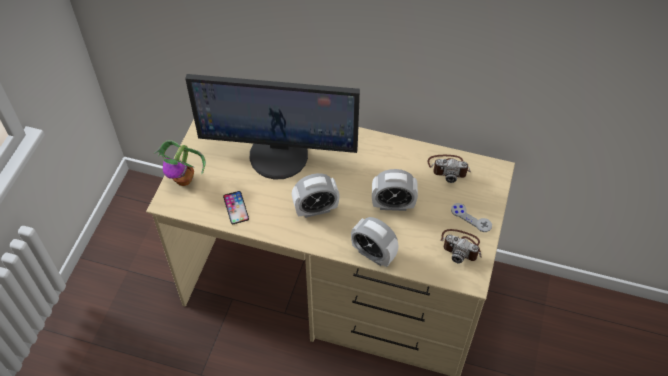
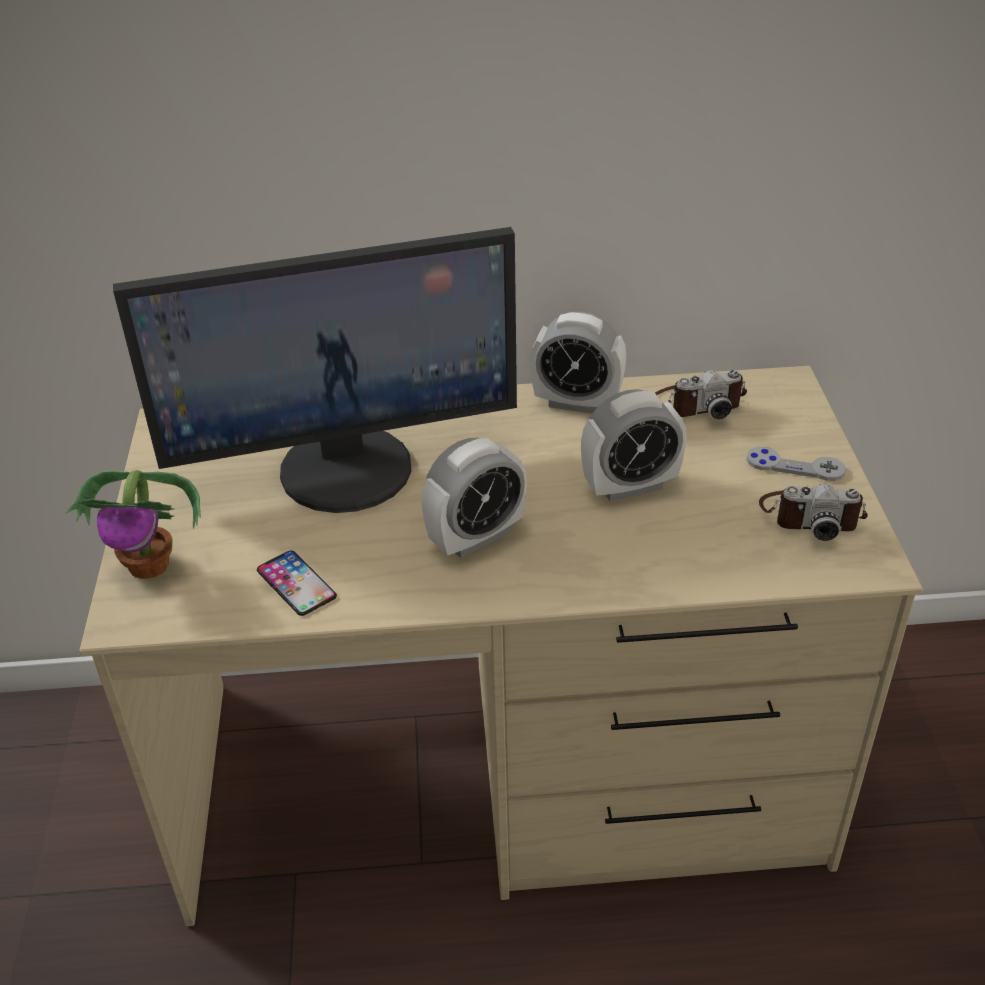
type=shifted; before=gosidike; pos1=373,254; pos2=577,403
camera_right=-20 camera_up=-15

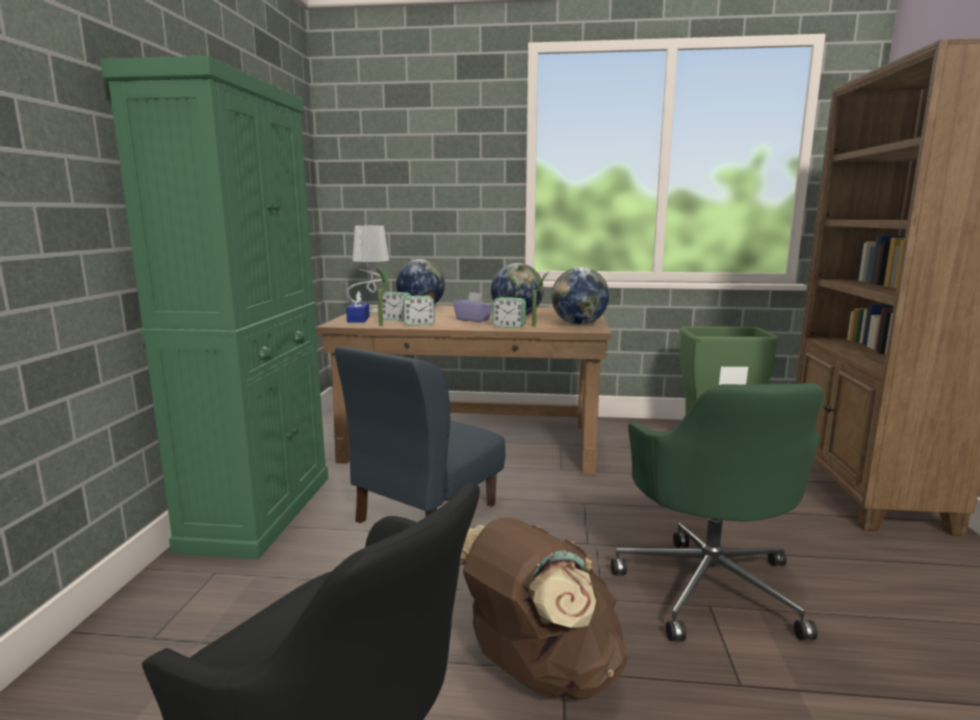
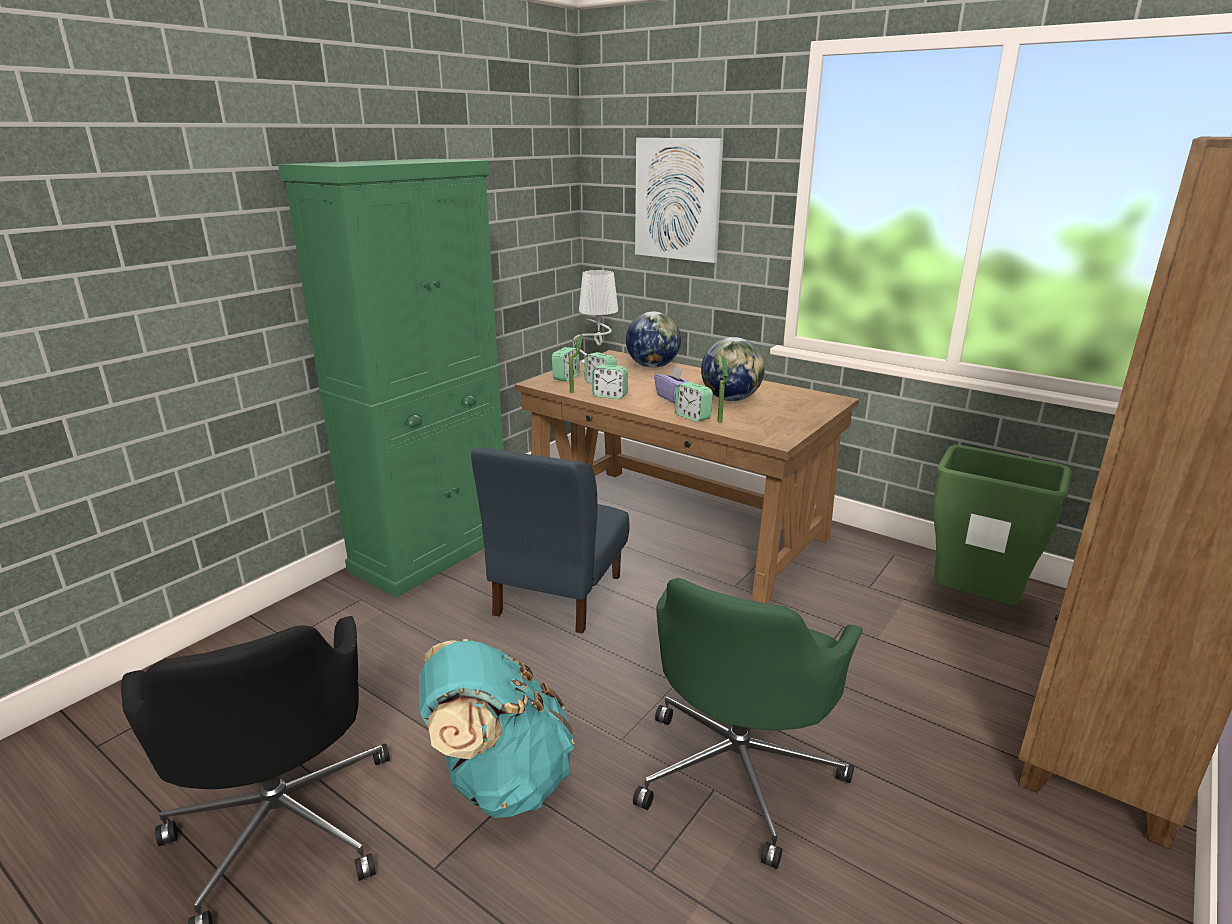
type=gone; before=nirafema; pos1=579,324
type=swapped; before=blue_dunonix; after=gosidike; pos1=358,319; pos2=566,377
type=rotated; before=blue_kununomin; pos1=425,512; pos2=557,595; turn=-45
type=repainted; before=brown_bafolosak; after=turquoise_bafolosak; pos1=538,672; pos2=500,780
type=new; after=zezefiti; pos2=678,199
camera_right=30 camera_up=10

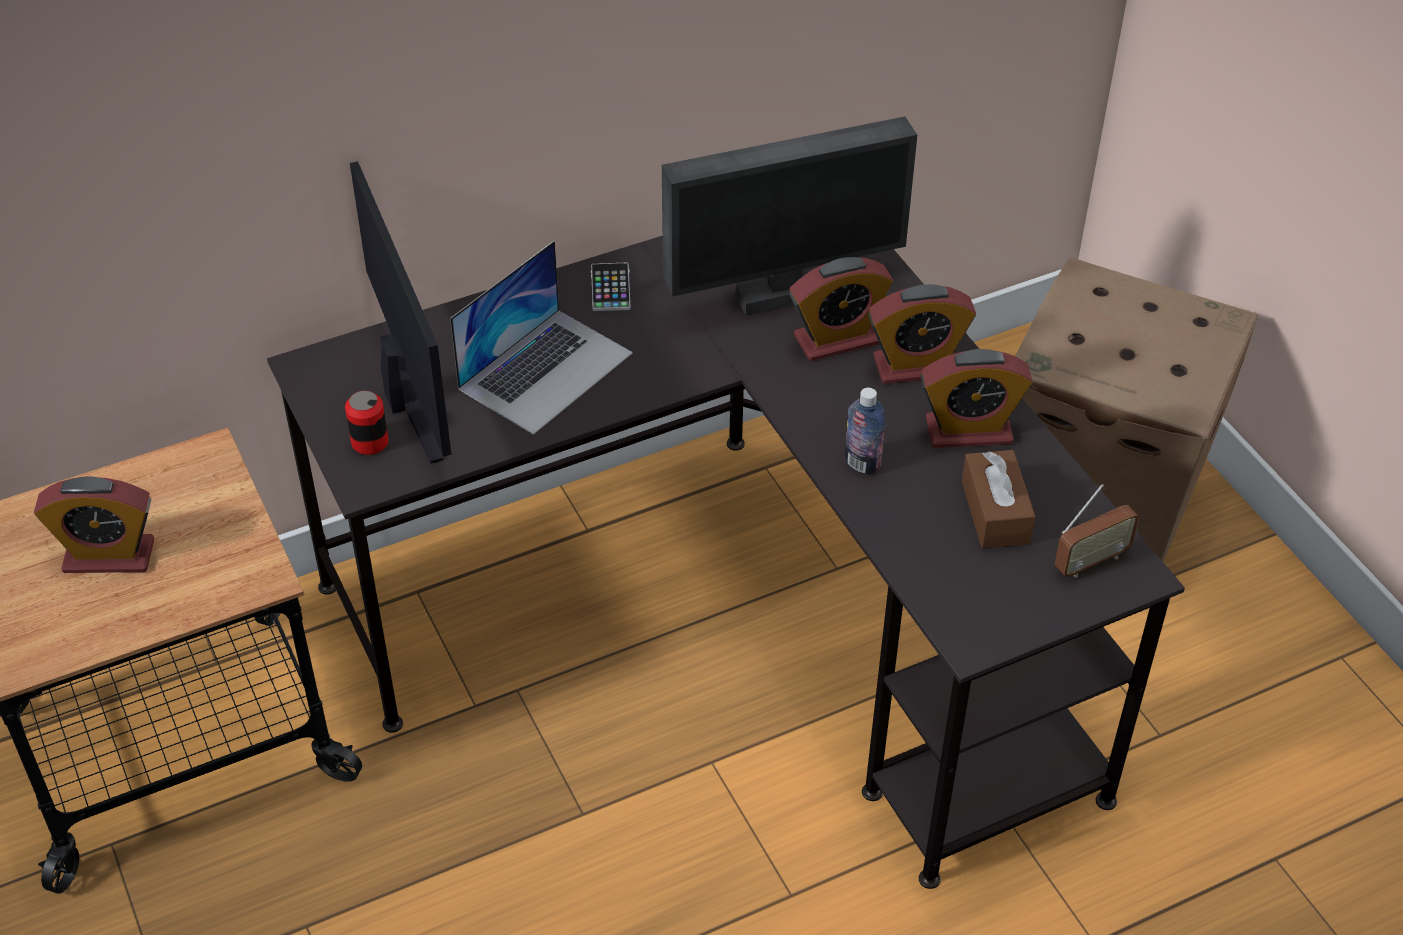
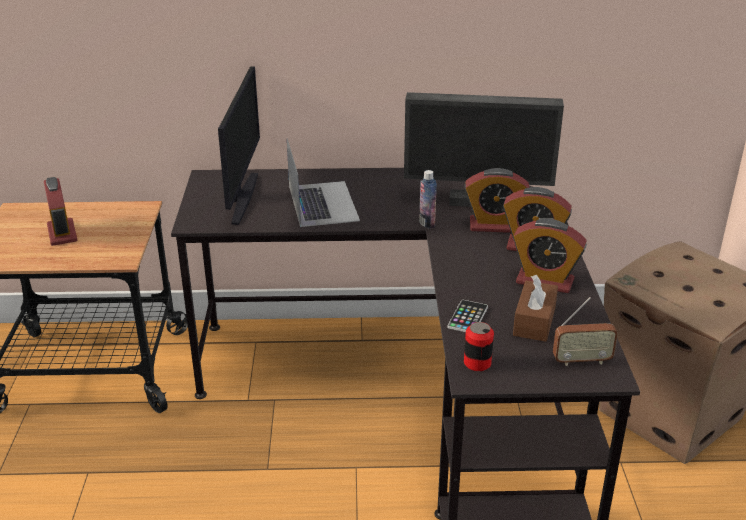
type=rotated; before=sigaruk; pos1=546,370; pos2=322,203; turn=-75
type=shifted; before=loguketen; pos1=610,288; pos2=467,317
type=shifted; before=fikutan; pos1=862,464; pos2=427,223
type=shifted; before=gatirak; pos1=370,442; pos2=477,363
type=rotated; before=gosidike; pos1=109,556; pos2=62,233; turn=45
camera_right=25 camera_up=-15

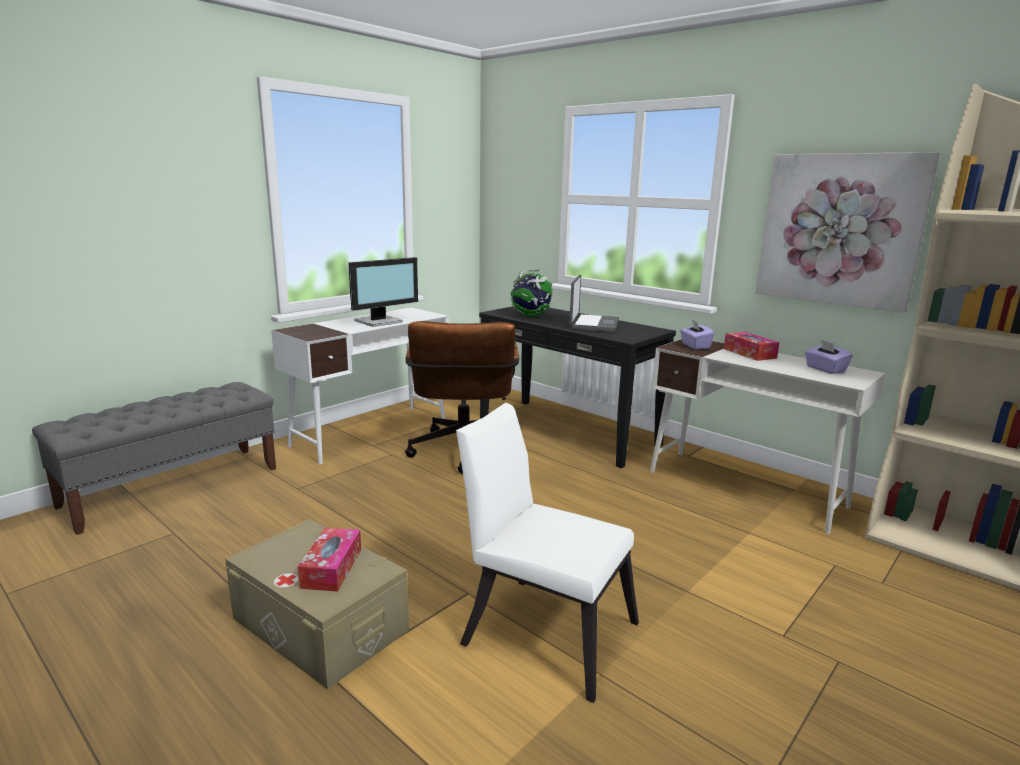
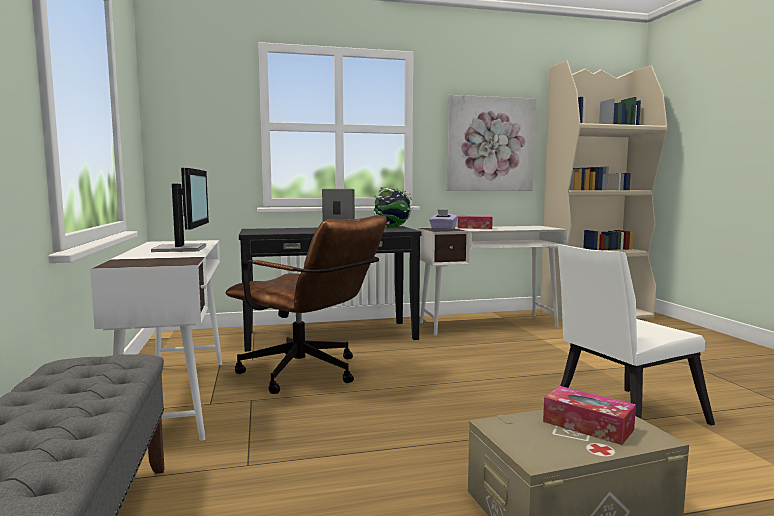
type=shifted; before=nirafema; pos1=531,316; pos2=392,227
type=gone; before=purple_dunonix; pos1=825,369
camera_right=-55 camera_up=-10

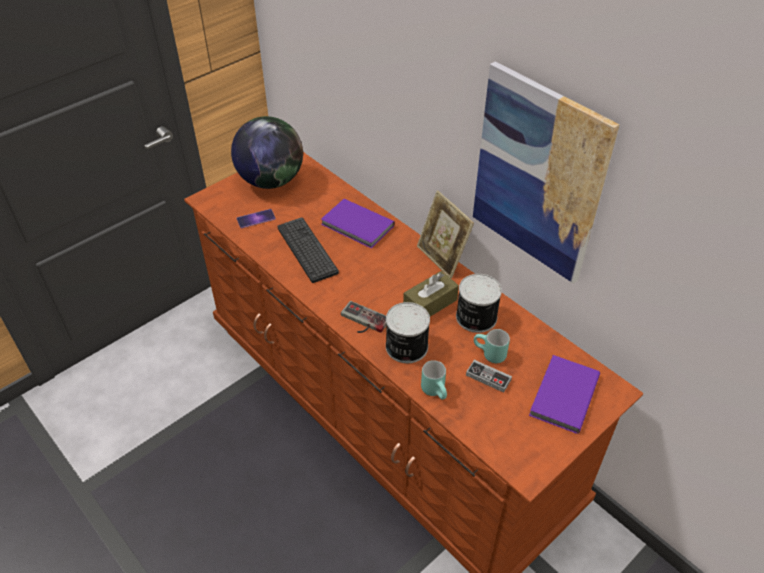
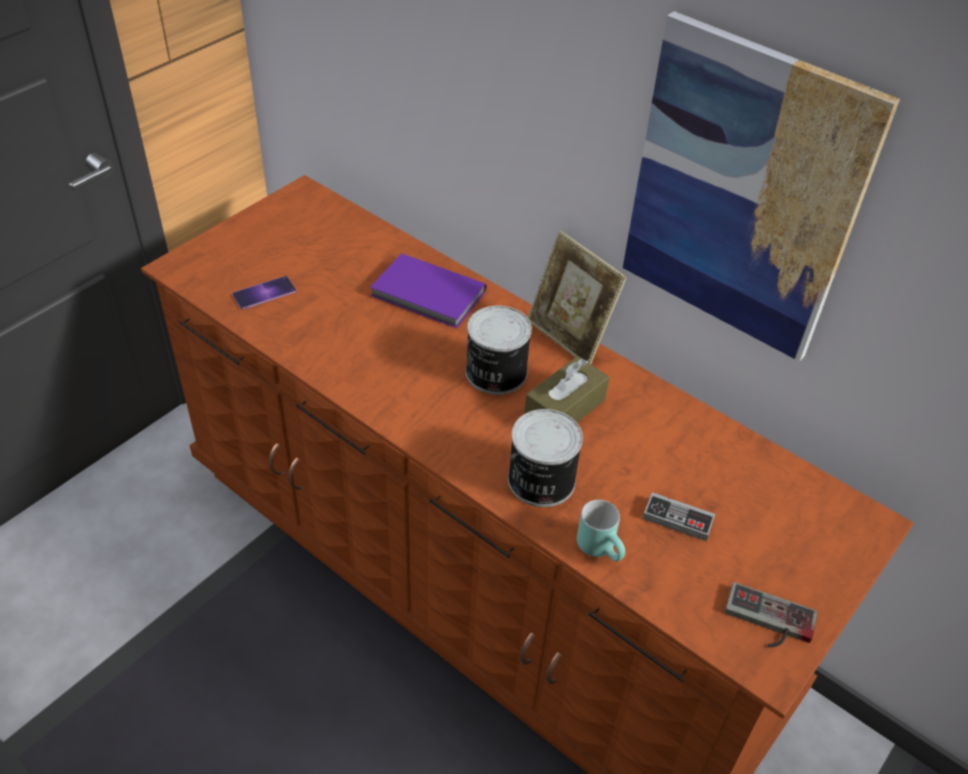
type=gone; before=nirafema; pos1=271,181
type=gone; before=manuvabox; pos1=307,250
type=shifted; before=gatirak; pos1=475,317; pos2=495,373
type=shifted; before=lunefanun; pos1=362,321; pos2=768,622
type=gone; before=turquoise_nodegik; pos1=489,355
type=gone; before=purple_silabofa; pos1=562,395
camera_right=-10 camera_up=0

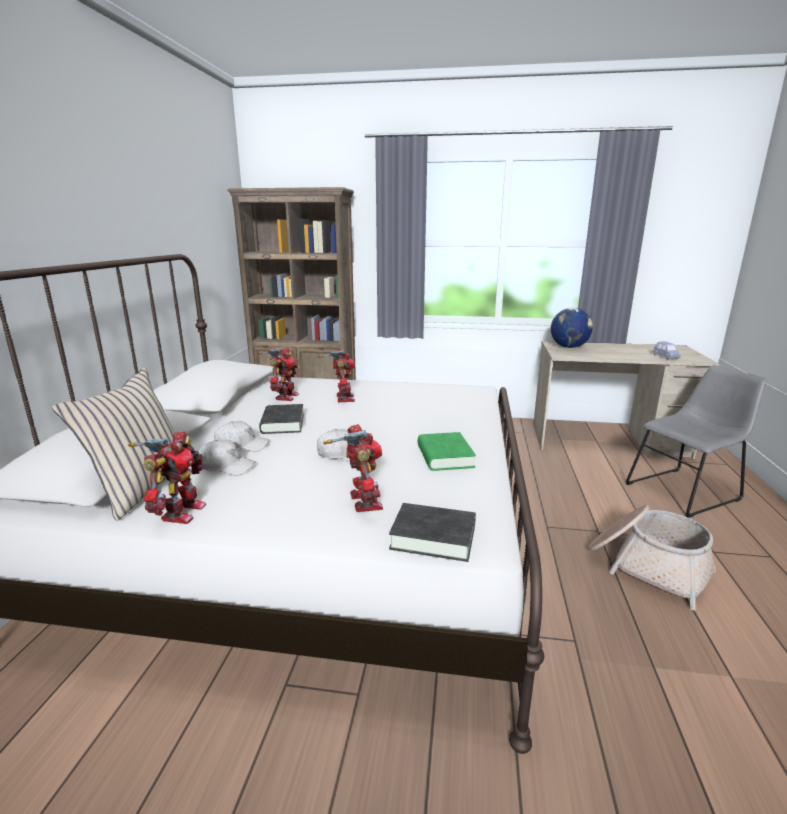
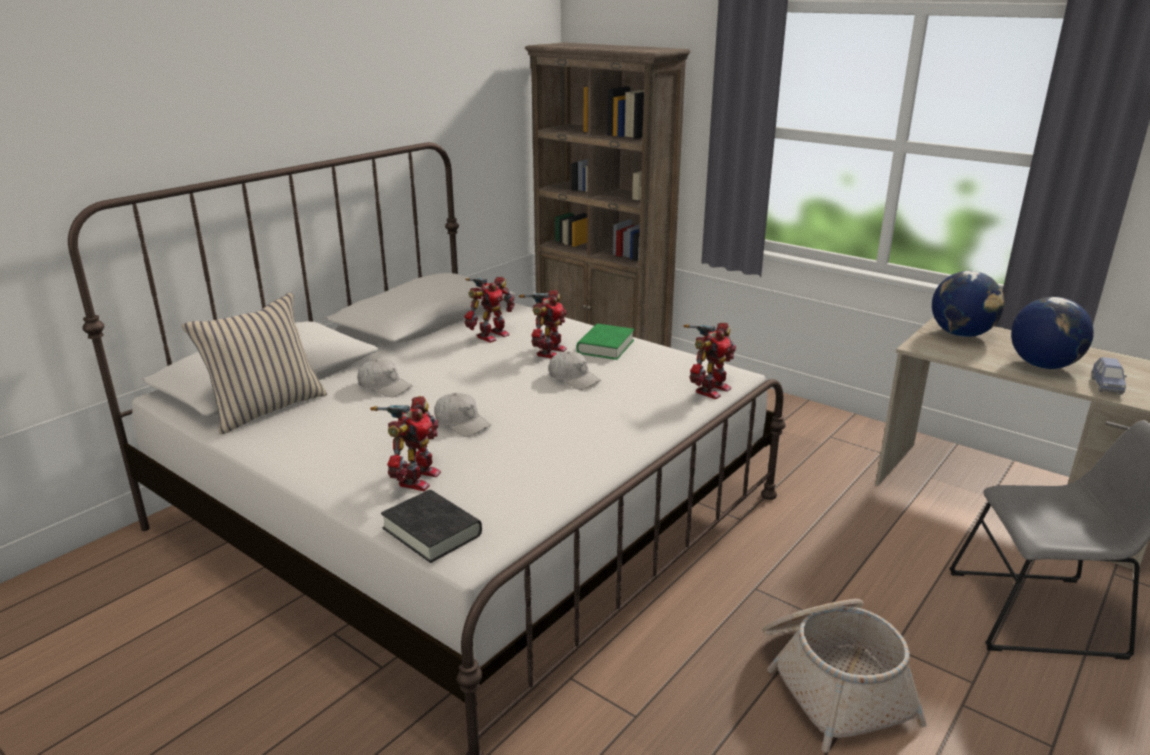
type=gone; before=black_silabofa; pos1=282,423
type=shifted; before=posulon; pos1=180,512; pos2=710,389
type=shifted; before=green_silabofa; pos1=445,456; pos2=605,346
type=shifted; before=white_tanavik; pos1=226,466; pos2=573,378
type=new; after=nirafema; pos2=1042,365
camera_right=30 camera_up=5

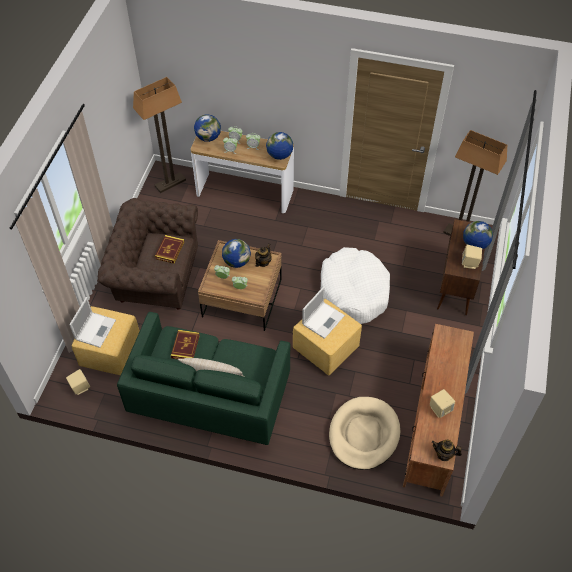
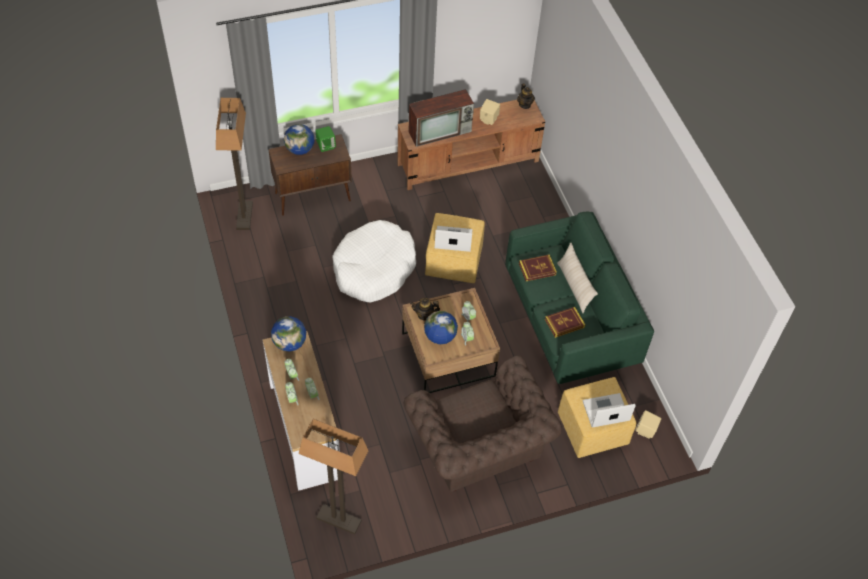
type=gone; before=nirafema; pos1=208,137
type=shifted; before=silabofa; pos1=170,250; pos2=537,269
type=repainted; before=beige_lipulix; after=green_lipulix; pos1=470,263; pos2=326,146
type=gone; before=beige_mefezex; pos1=363,434
type=new; after=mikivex; pos2=441,131
camera_right=-125 camera_up=0

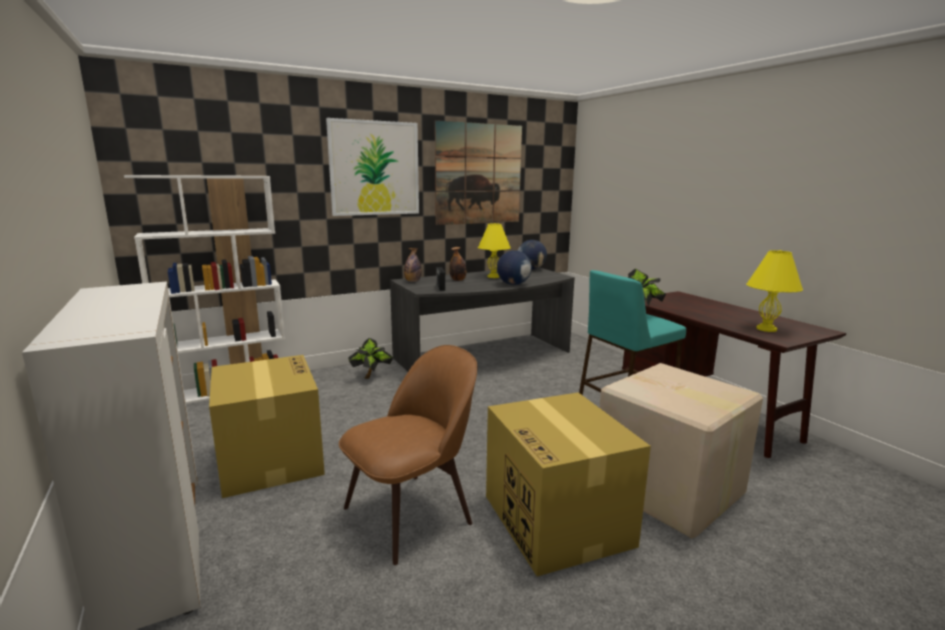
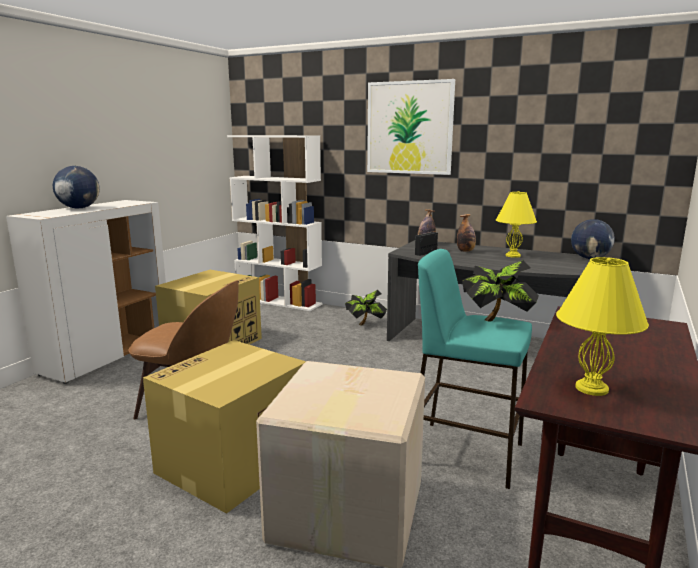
type=gone; before=zezefiti; pos1=479,174
type=shifted; before=nirafema; pos1=513,284; pos2=79,208
camera_right=55 camera_up=0

